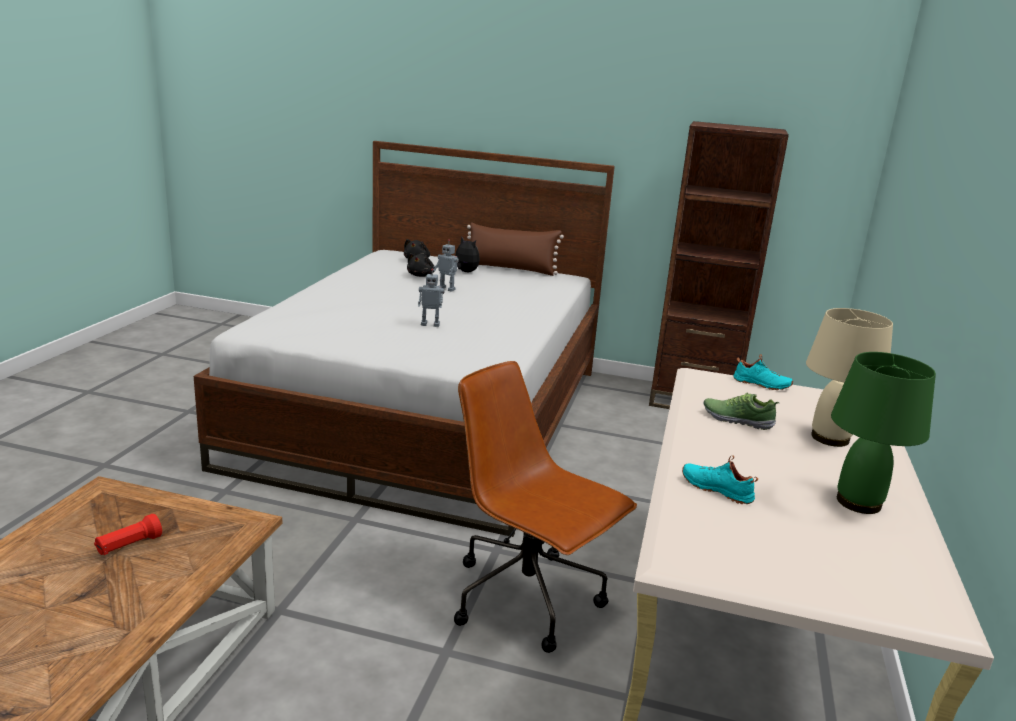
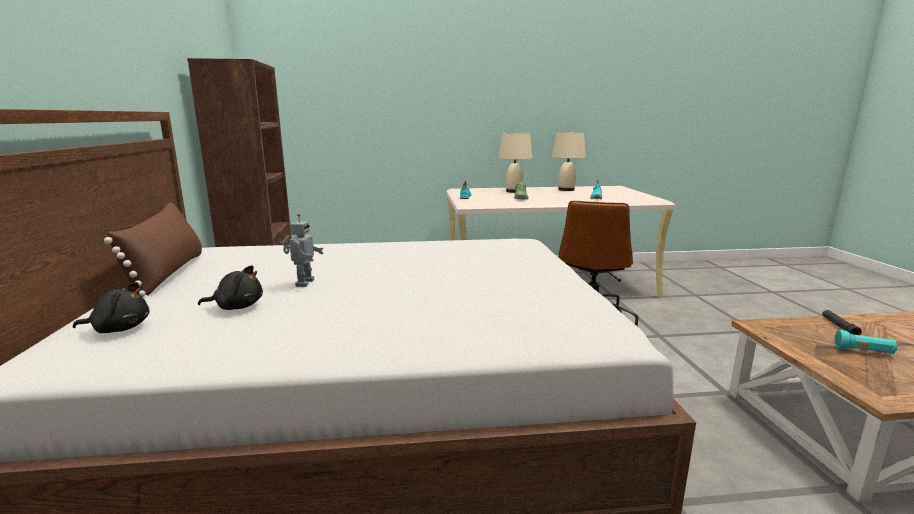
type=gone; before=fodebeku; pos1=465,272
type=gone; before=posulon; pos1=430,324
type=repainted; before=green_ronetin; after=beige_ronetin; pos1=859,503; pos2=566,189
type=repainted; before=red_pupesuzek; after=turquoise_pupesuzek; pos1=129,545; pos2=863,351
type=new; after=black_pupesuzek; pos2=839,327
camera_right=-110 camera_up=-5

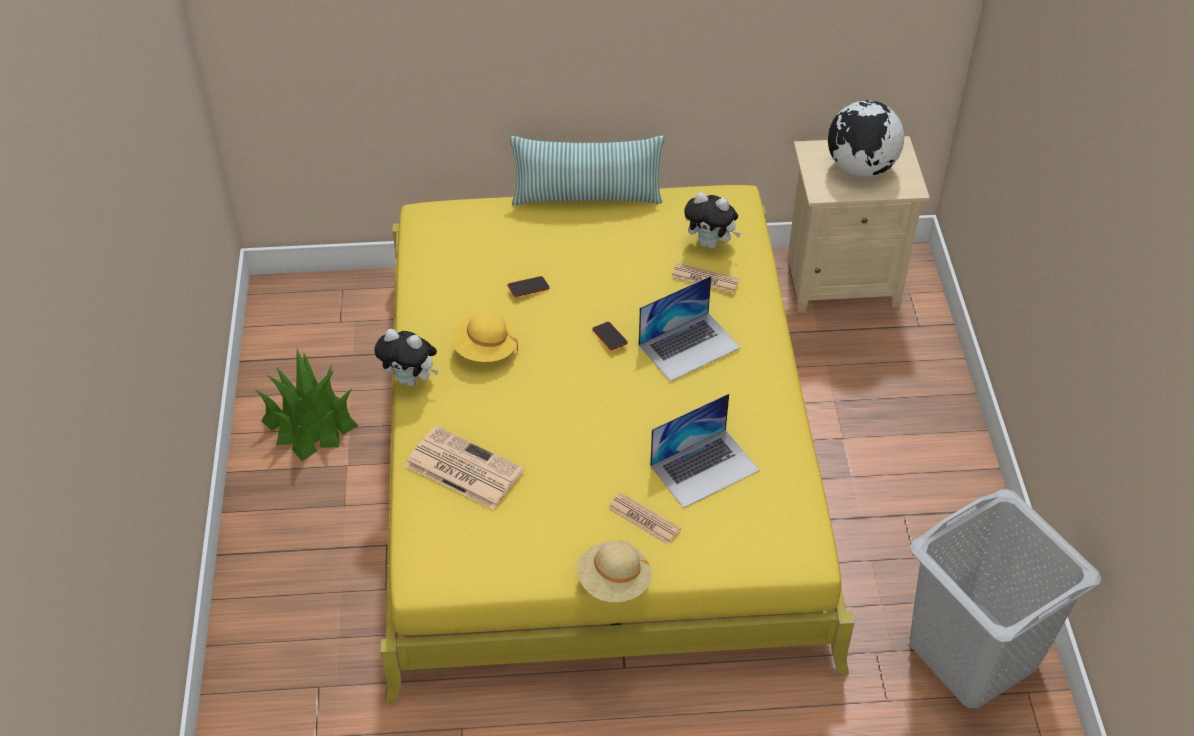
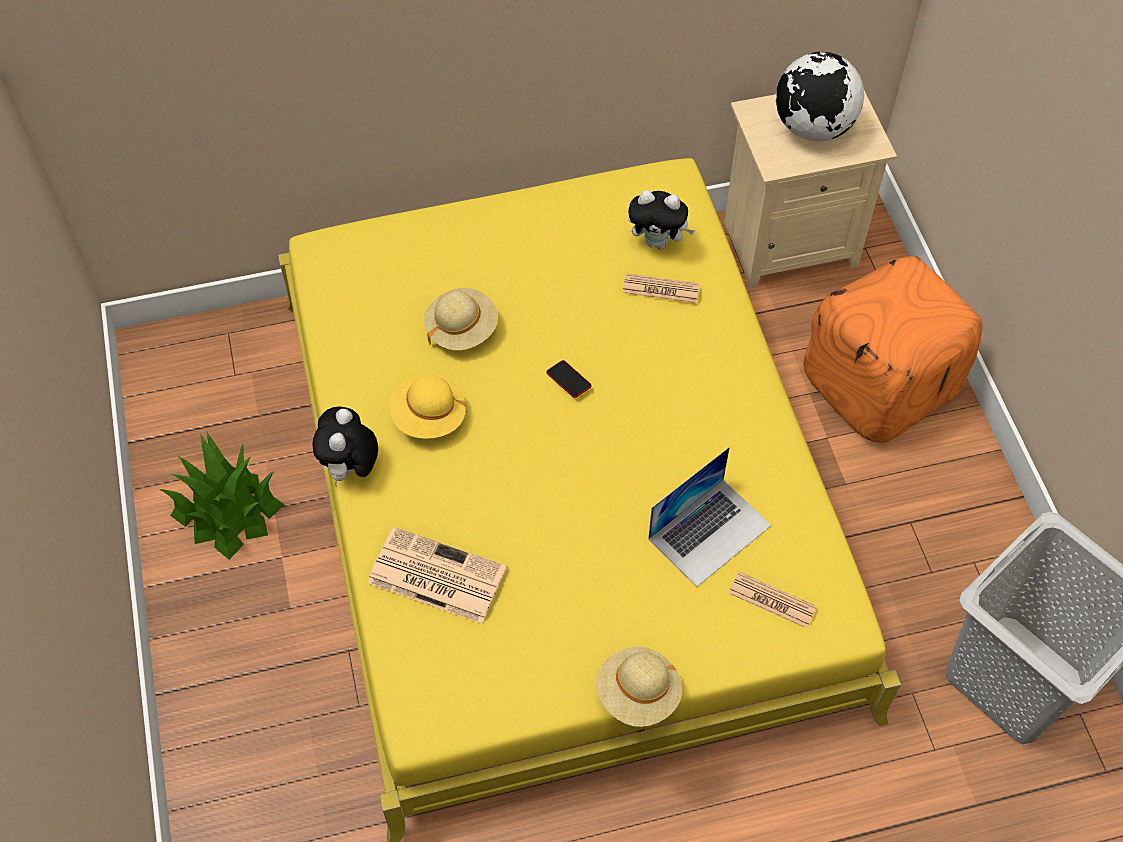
type=gone; before=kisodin; pos1=587,197
type=swapped; before=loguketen; after=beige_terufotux; pos1=528,288; pos2=462,329
type=gone; before=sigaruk; pos1=689,346
type=rotated; before=fodebeku; pos1=411,380; pos2=350,469; turn=90
type=shifted; before=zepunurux; pos1=644,519; pos2=772,600
type=new; after=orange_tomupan; pos2=881,384
camera_right=-10 camera_up=10

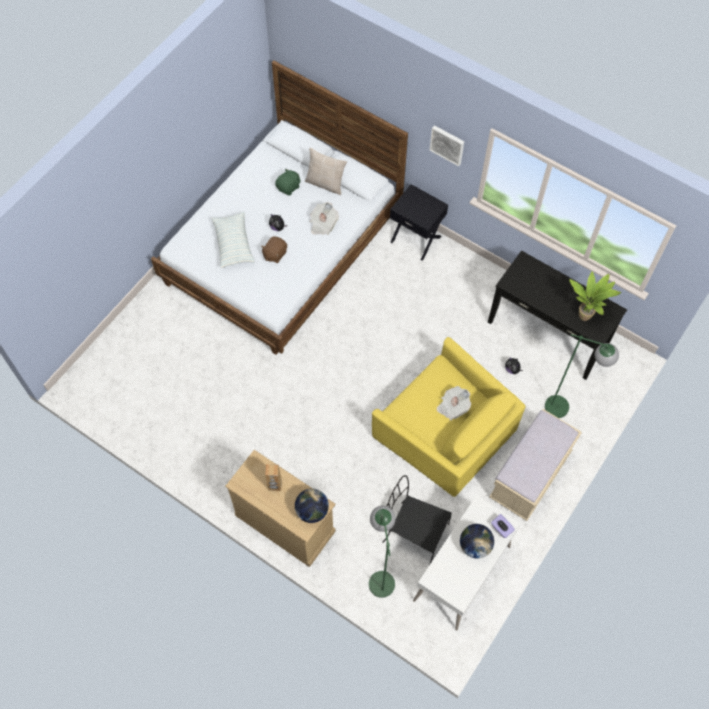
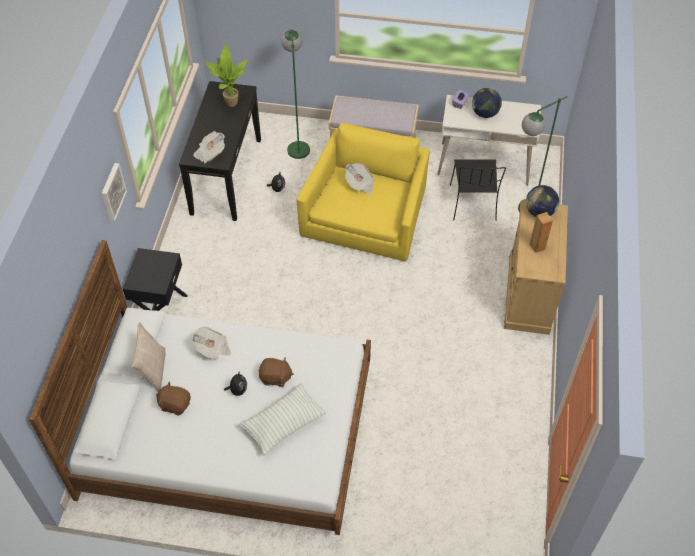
type=repainted; before=green_fodebeku; after=brown_fodebeku; pos1=288,187; pos2=175,404
type=new; after=zepunurux; pos2=210,153
camera_right=-115 camera_up=-10

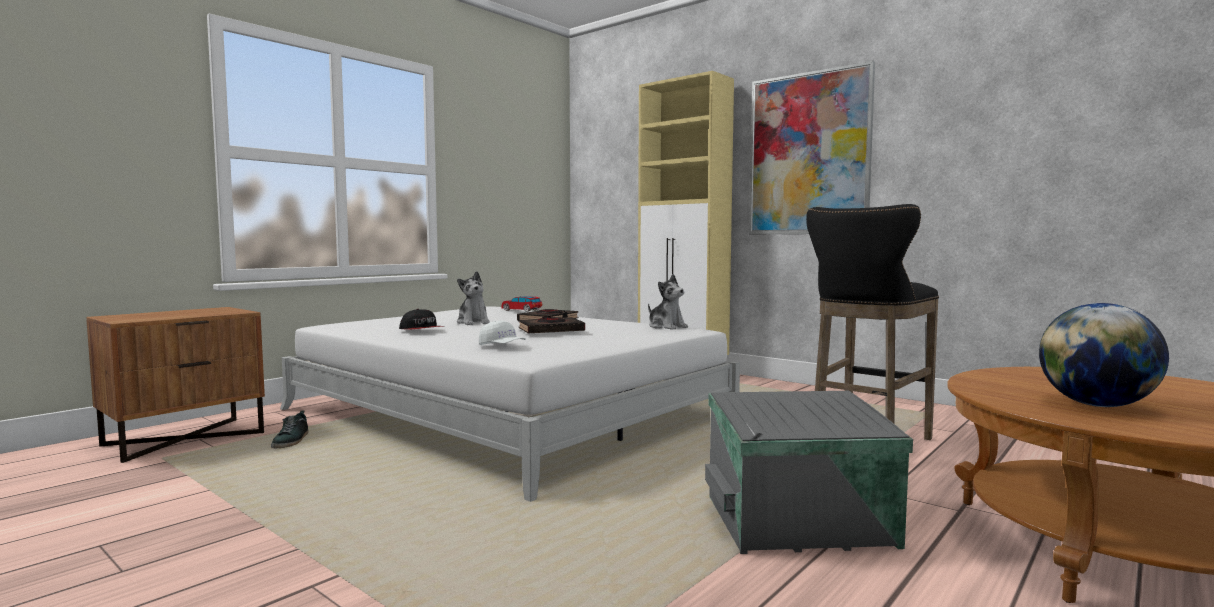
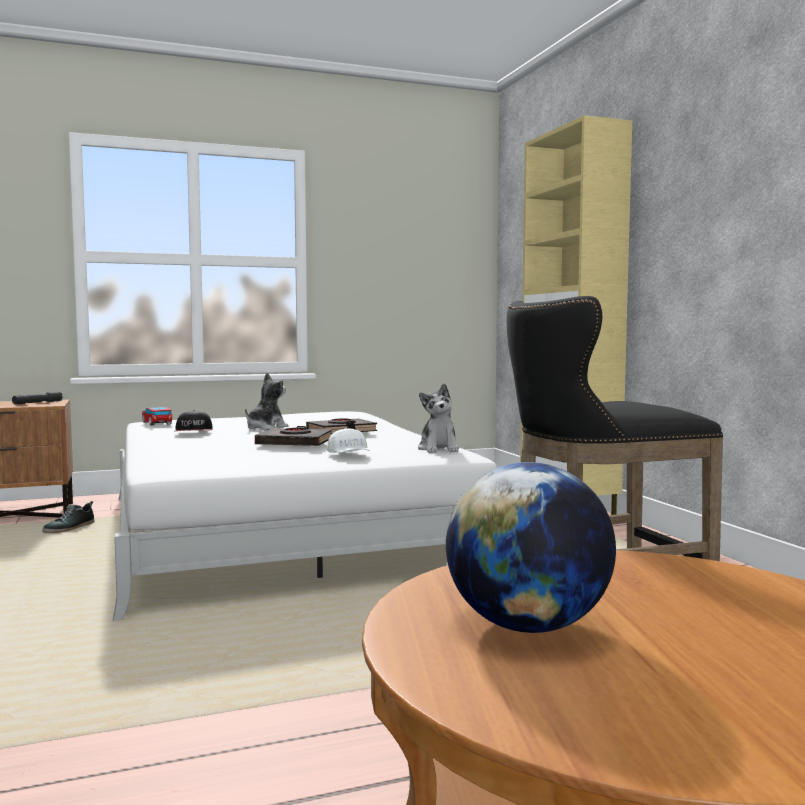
type=gone; before=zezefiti; pos1=808,154
type=rotated; before=fodebeku; pos1=473,322; pos2=266,428; turn=-150
type=shifted; before=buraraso; pos1=522,310; pos2=157,423
type=shifted; before=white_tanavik; pos1=502,346; pos2=349,456
type=gone; before=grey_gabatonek; pos1=801,522
type=new; after=grey_pupesuzek; pos2=37,403
camera_right=30 camera_up=0

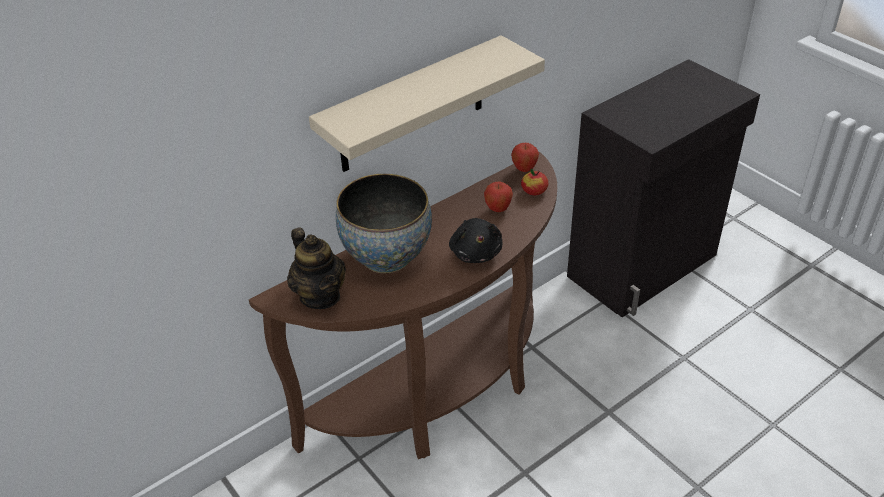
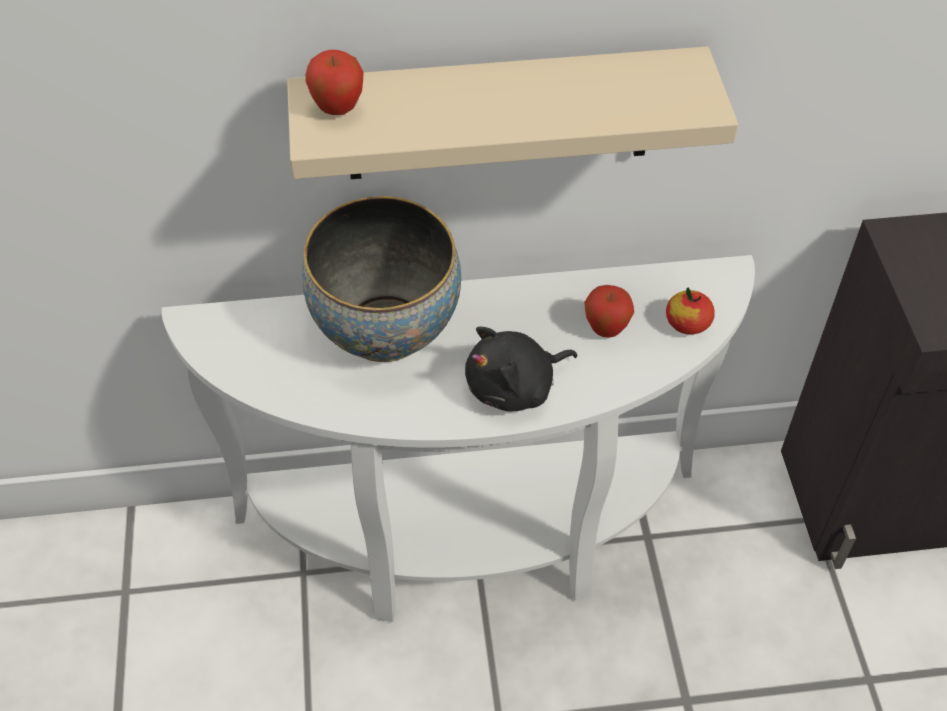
type=shifted; before=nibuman; pos1=524,169; pos2=338,109
type=repainted; before=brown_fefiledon; after=white_fefiledon; pos1=442,394; pos2=472,541
type=rotated; before=black_fodebeku; pos1=476,252; pos2=515,387; turn=45
type=gone; before=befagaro; pos1=320,296
camera_right=30 camera_up=10

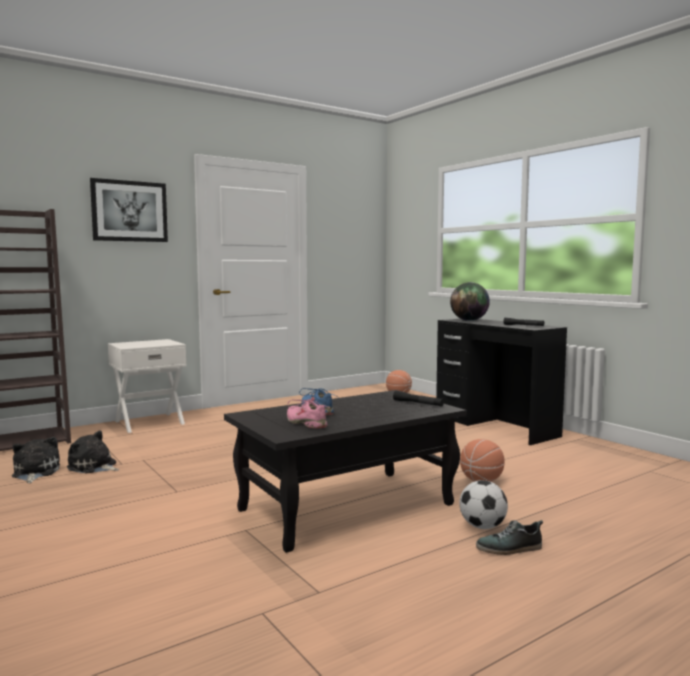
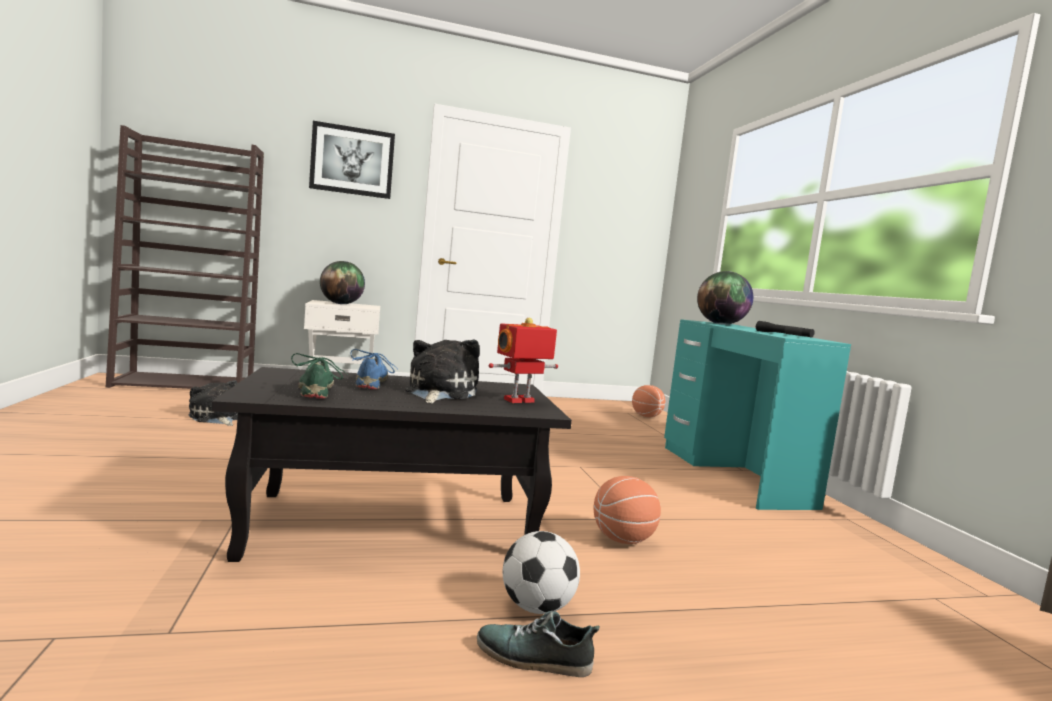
type=repainted; before=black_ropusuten; after=turquoise_ropusuten; pos1=495,426; pos2=733,475
type=swapped; before=black_pupesuzek; after=posulon; pos1=418,403; pos2=520,401
type=repainted; before=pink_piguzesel; after=green_piguzesel; pos1=306,423; pos2=317,391
type=shifted; before=fodebeku; pos1=34,472; pos2=439,392
type=new; after=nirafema; pos2=341,304
camera_right=20 camera_up=0

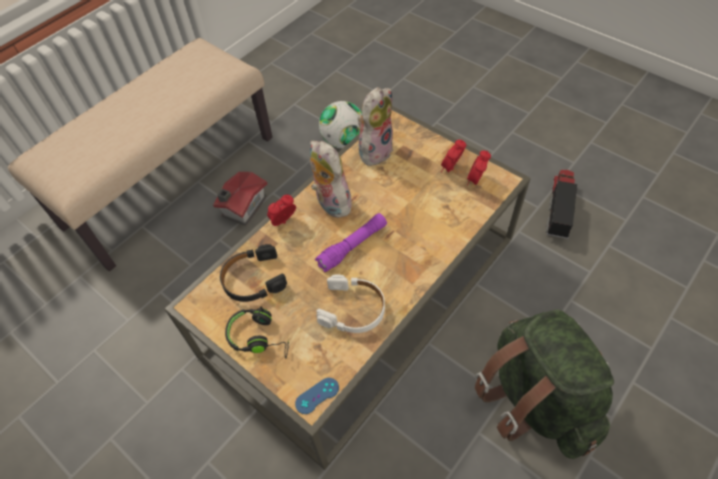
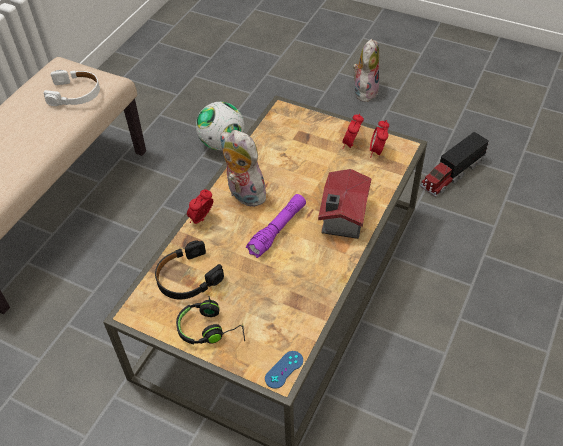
type=shifted; before=fodebeku; pos1=375,150; pos2=364,91
type=rotated; before=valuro; pos1=559,209; pos2=451,174; turn=-135
type=shifted; before=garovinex; pos1=243,207; pos2=342,217
type=shifted; before=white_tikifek; pos1=353,309; pos2=75,94
type=gone; before=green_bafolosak; pos1=536,399
camera_right=-15 camera_up=-5

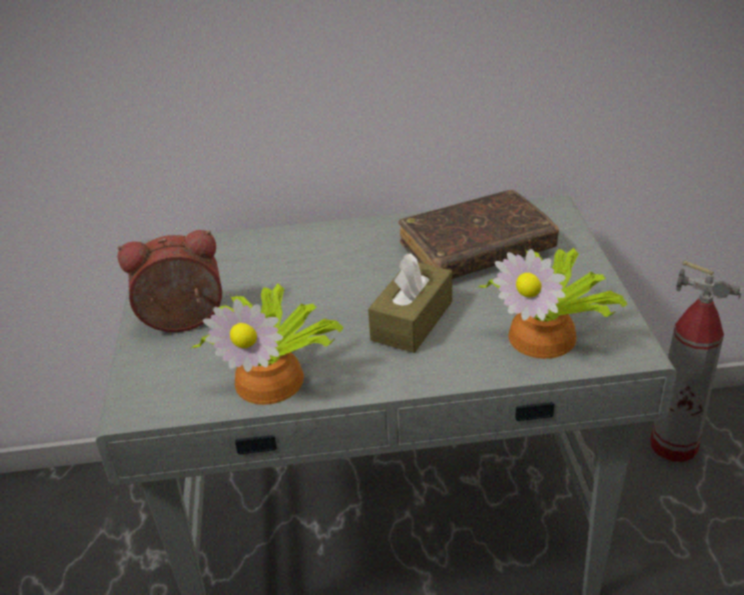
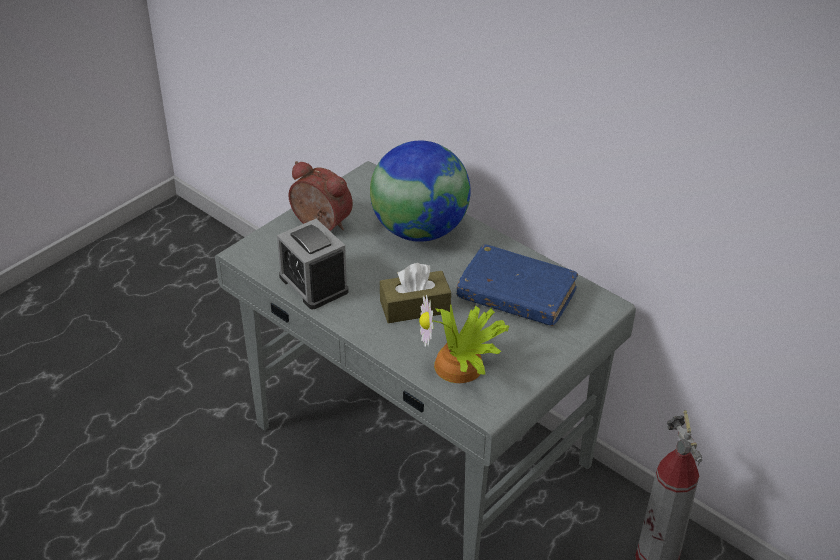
type=repainted; before=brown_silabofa; after=blue_silabofa; pos1=476,249; pos2=516,295
type=swapped; before=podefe; after=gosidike; pos1=273,377; pos2=313,284
type=new; after=nirafema; pos2=419,230
camera_right=45 camera_up=5

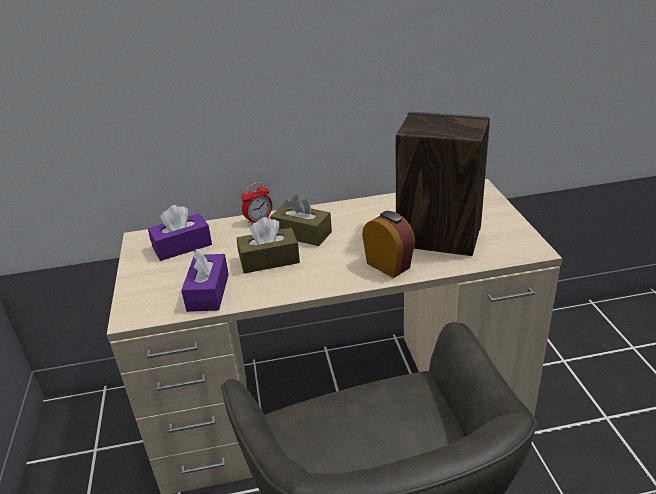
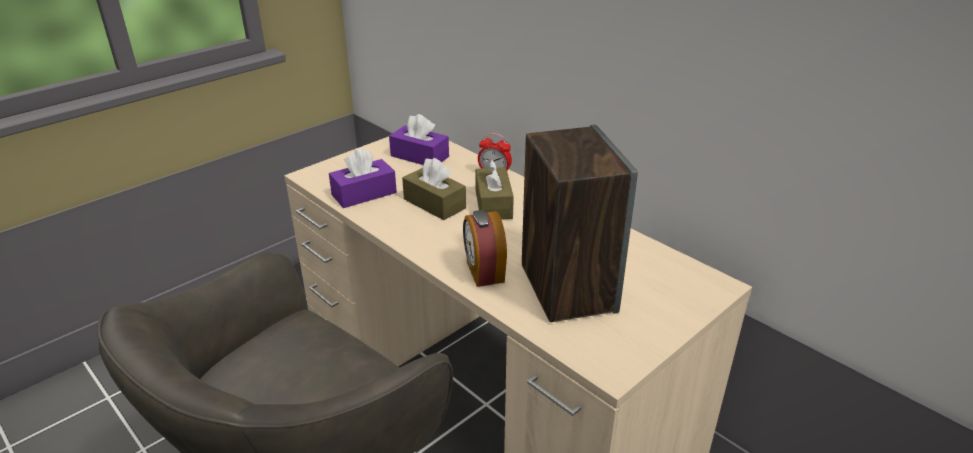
type=rotated; before=gosidike; pos1=389,265; pos2=484,272; turn=150
camera_right=55 camera_up=0

